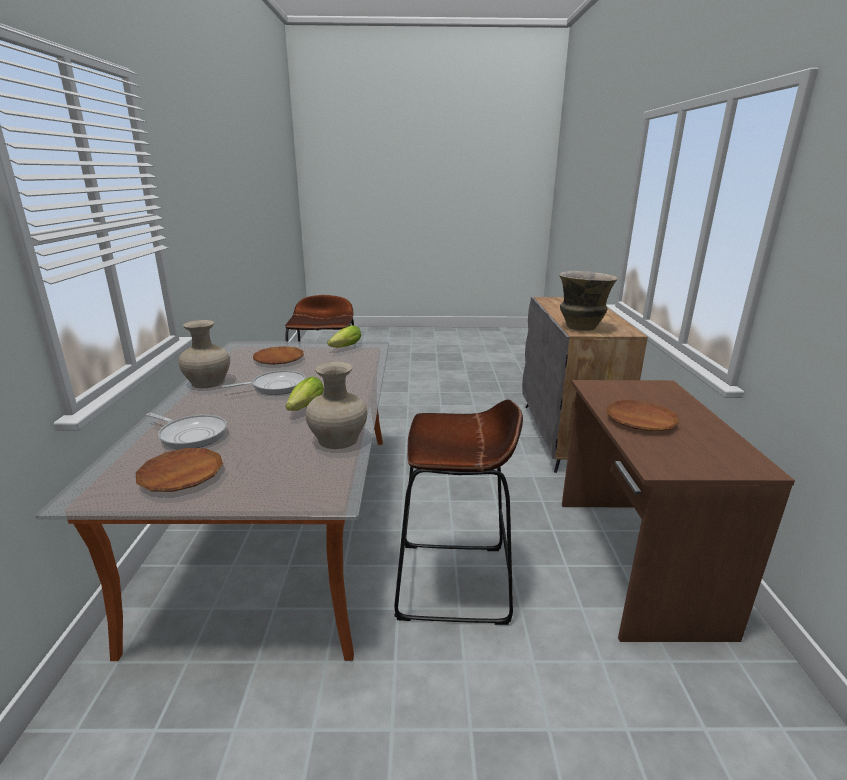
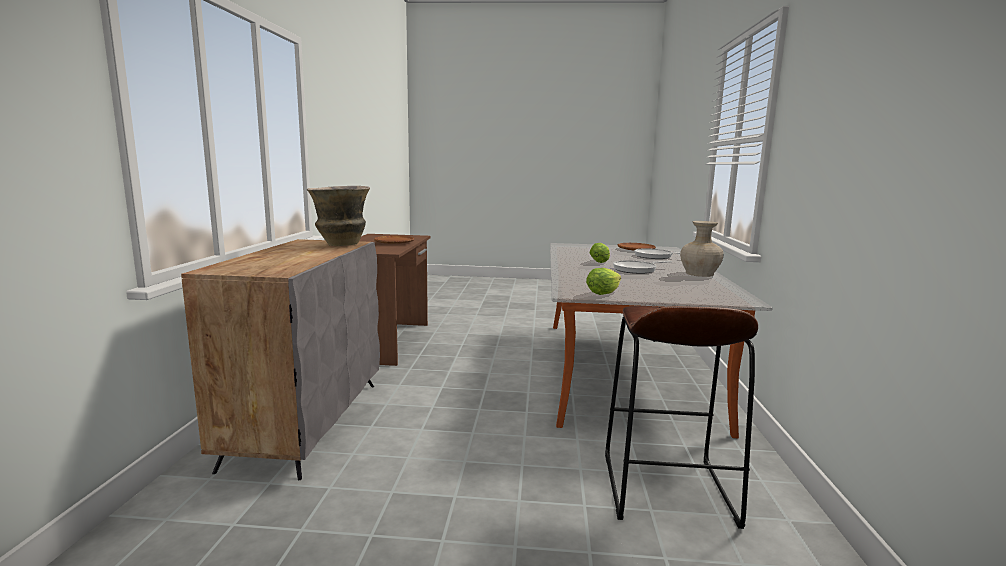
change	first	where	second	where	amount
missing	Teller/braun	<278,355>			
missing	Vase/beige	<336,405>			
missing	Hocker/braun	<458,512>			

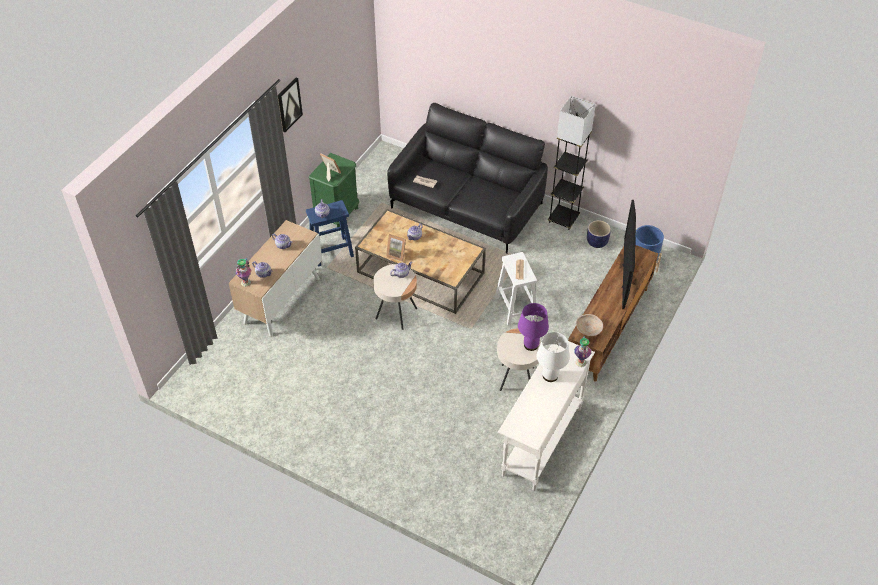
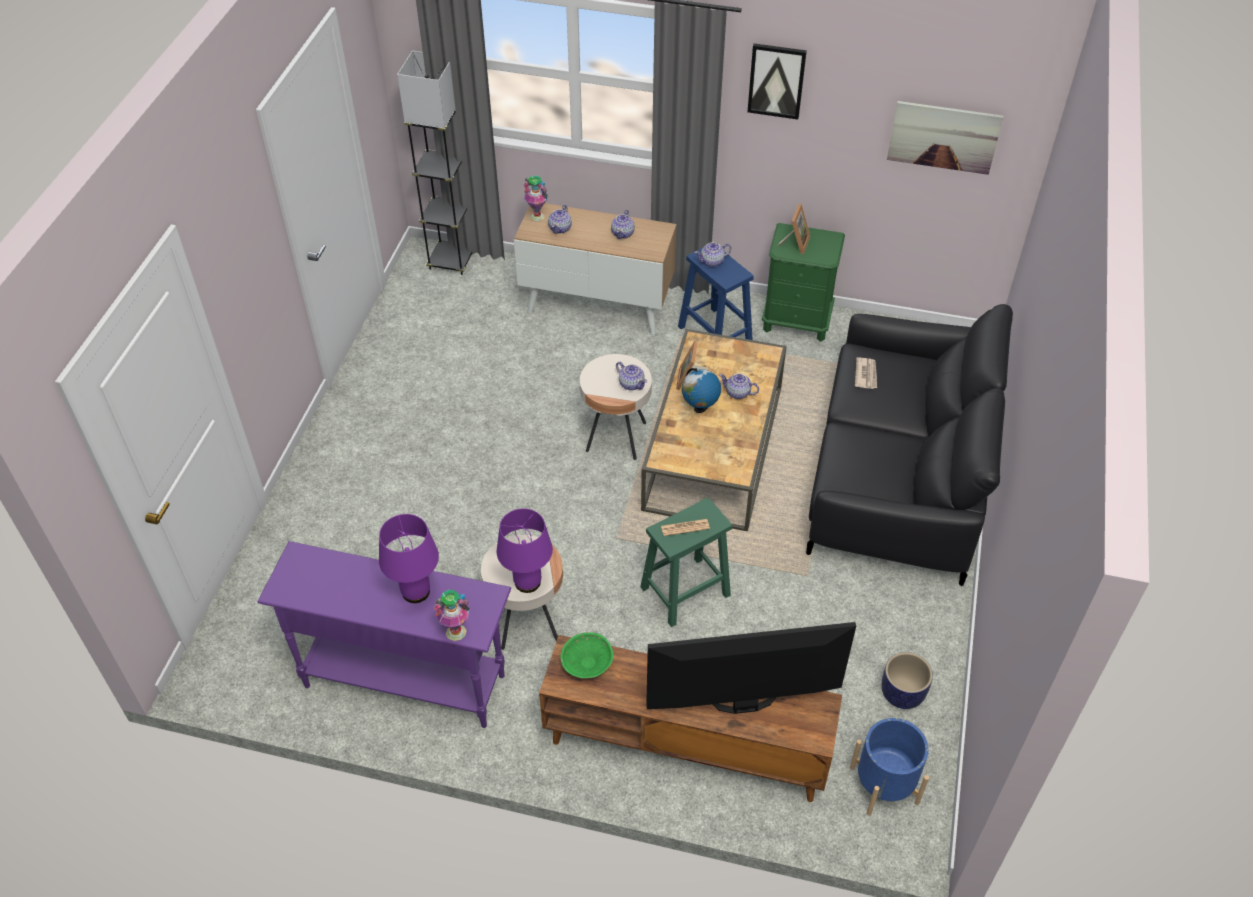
change	first	where	second	where	amount
appeared			Globus	<701,390>	
appeared			Bild	<945,138>	
relocated	Stehlampe/grau	<572,163>		<434,163>	
colour	Hocker/weiß	<516,288>	Hocker/grün	<686,562>	
colour	Konsolentisch/weiß	<546,416>	Konsolentisch/lila	<384,634>	
colour	Tischlampe/weiß	<553,357>	Tischlampe/lila	<409,558>	
colour	Schüssel/beige	<589,325>	Schüssel/grün	<587,655>	

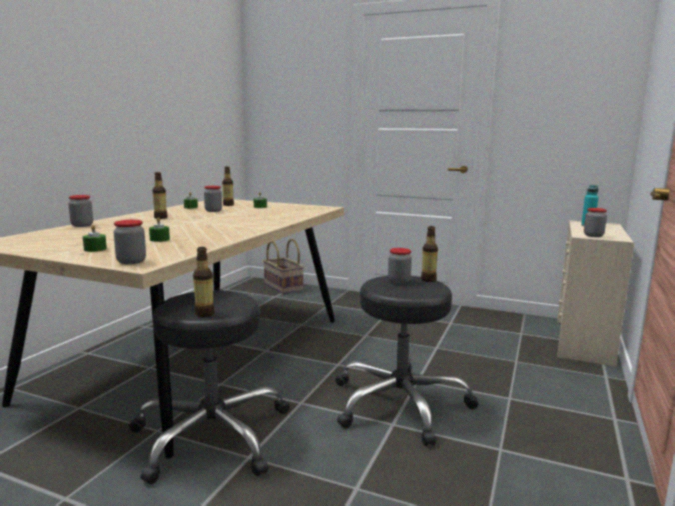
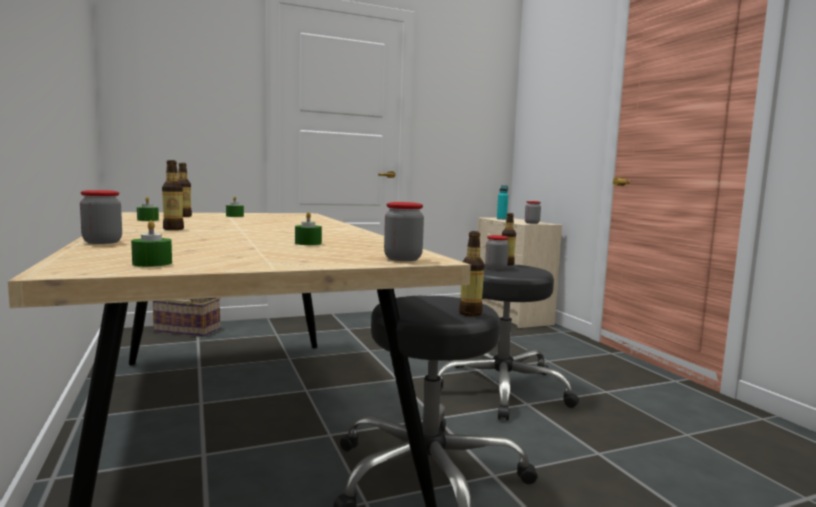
change	first	where	second	where	amount
missing	Vorratsglas	<213,199>			
relocated	Kerze/grün	<95,238>		<151,243>	

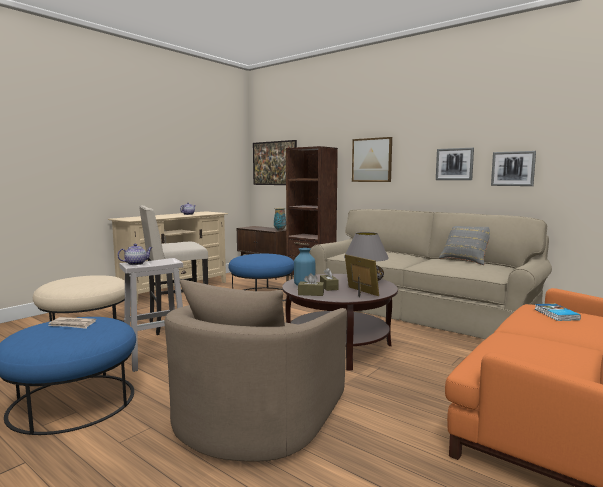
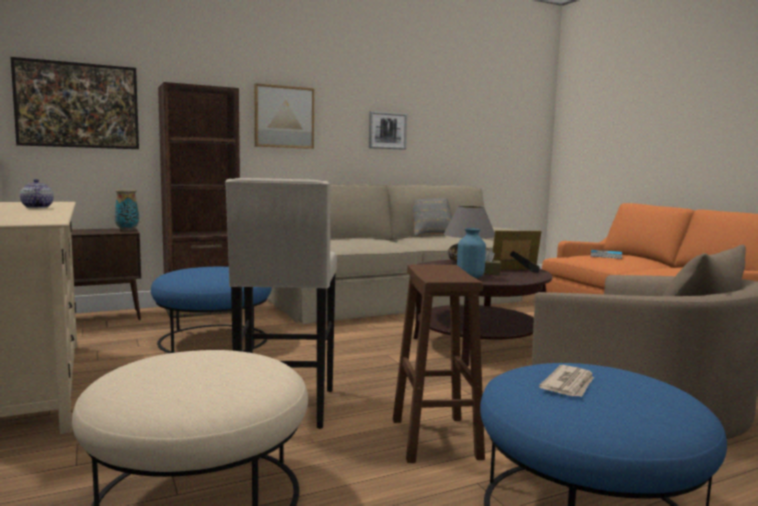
change	first	where	second	where	amount
missing	Teekanne	<135,254>			
missing	Taschentuchbox/braun	<311,284>			
missing	Bild	<513,168>			
colour	Hocker/weiß	<151,315>	Hocker/braun	<439,364>	

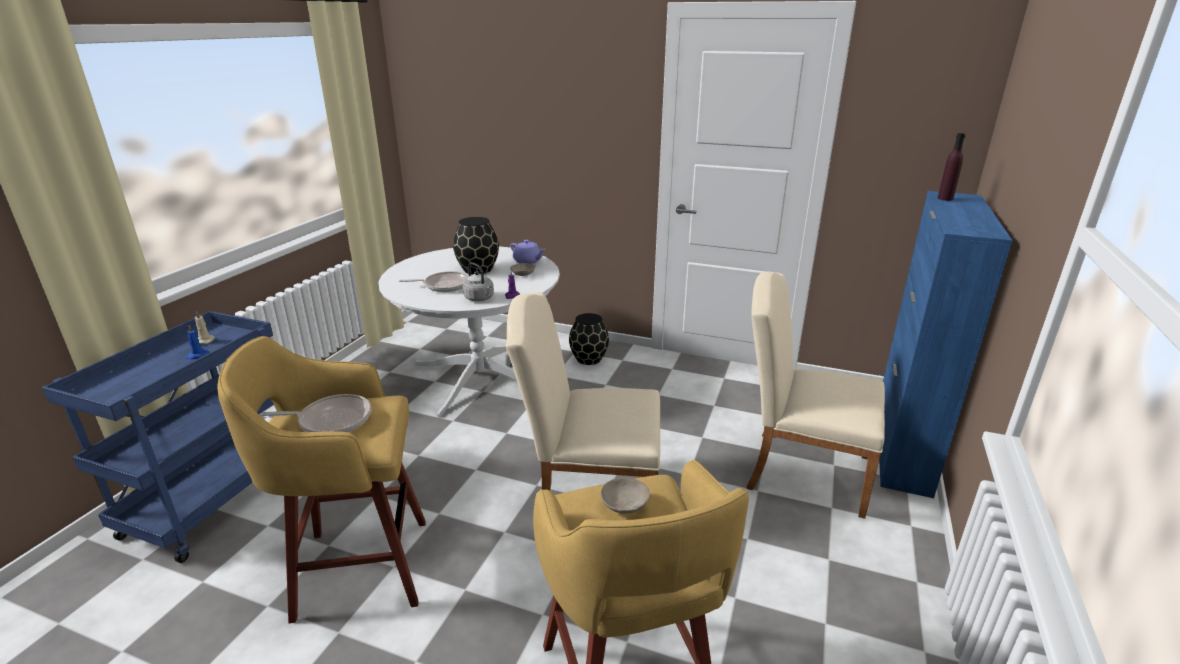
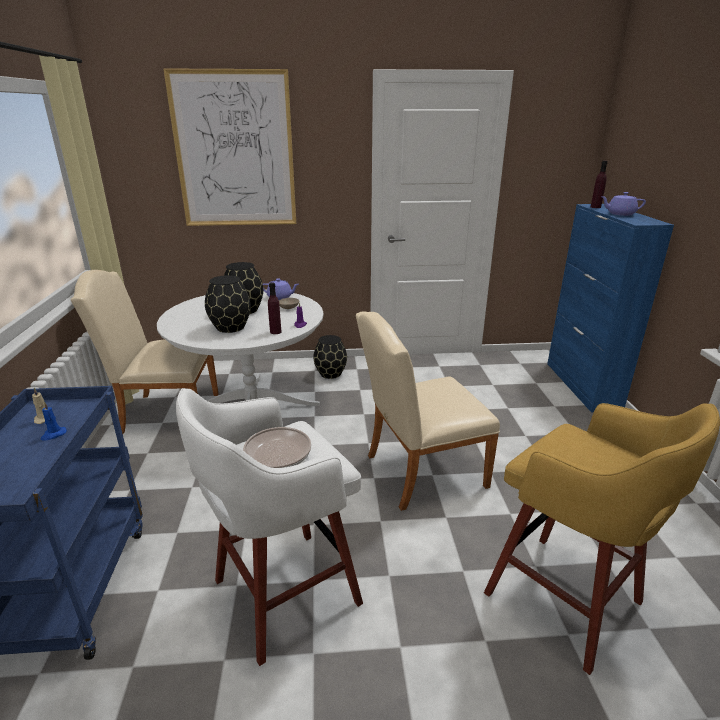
change	first	where	second	where	amount
missing	Schüssel/beige	<625,495>			
appeared			Bild	<229,147>	
appeared			Teekanne/lila	<623,204>	
relocated	Stuhl/beige	<815,395>		<145,352>	
exchanged	Pfanne	<434,281>	Vase/schwarz	<228,304>	
exchanged	Wasserkessel/grau	<478,281>	Flasche/lila	<275,308>	
colour	Hocker/gelb	<321,479>	Hocker/weiß	<269,527>	

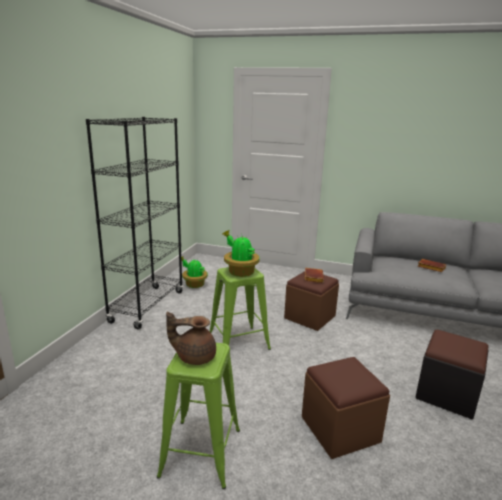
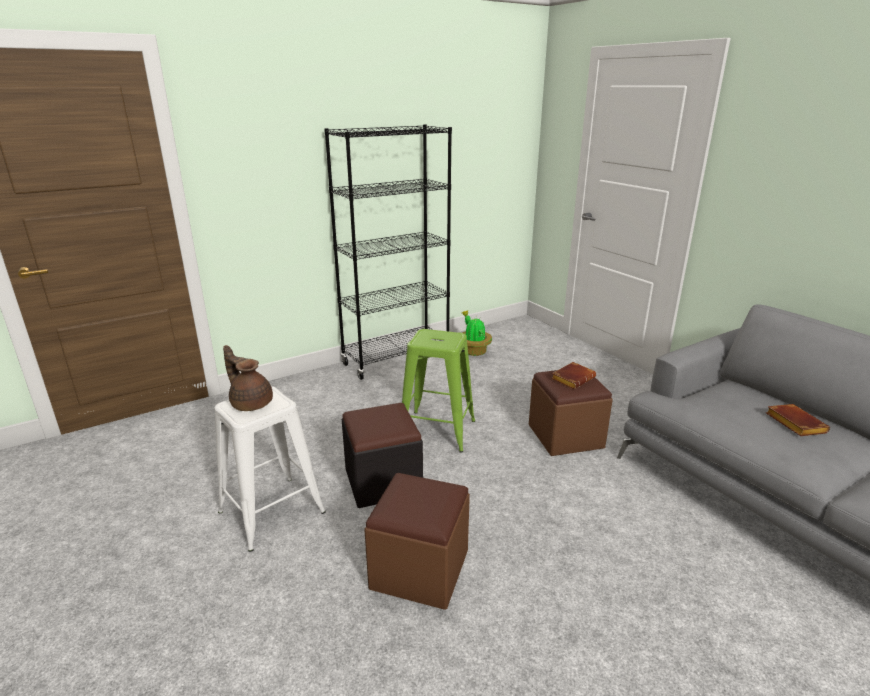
change	first	where	second	where	amount
missing	Topfpflanze	<241,253>			
relocated	Polsterhocker/schwarz	<452,374>		<382,455>	
colour	Hocker/grün	<198,416>	Hocker/weiß	<270,469>	

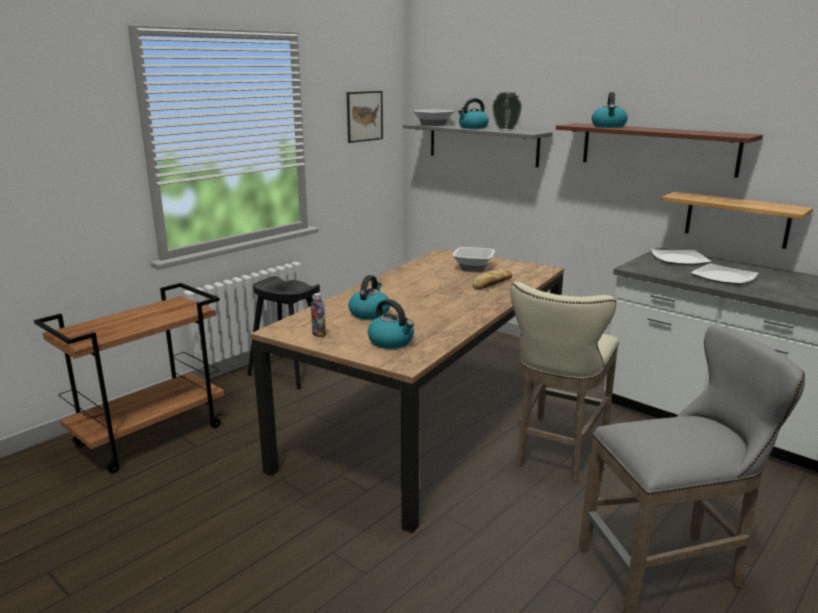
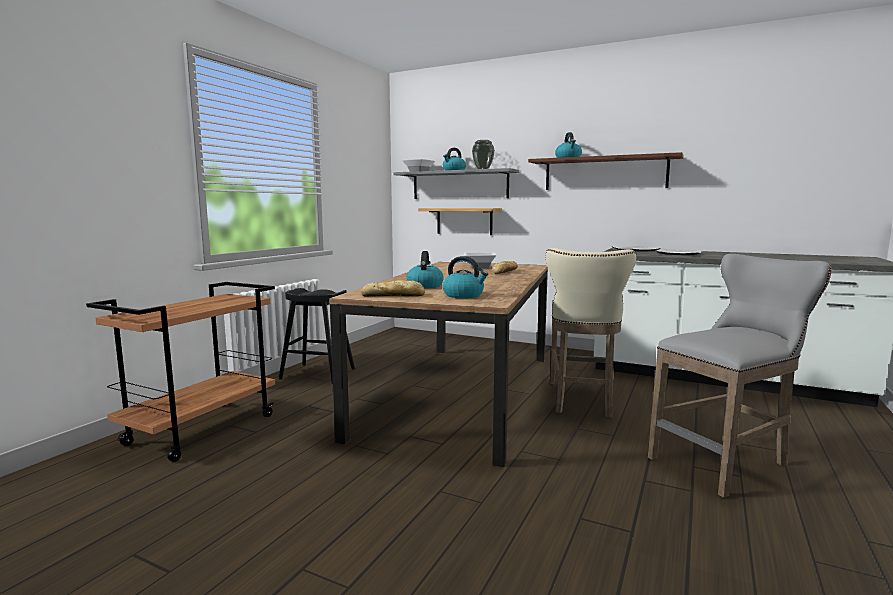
change	first	where	second	where	amount
missing	Bild	<365,117>			
relocated	Wandregal	<737,220>		<460,221>	
exchanged	Flasche	<318,315>	Brot	<393,288>	

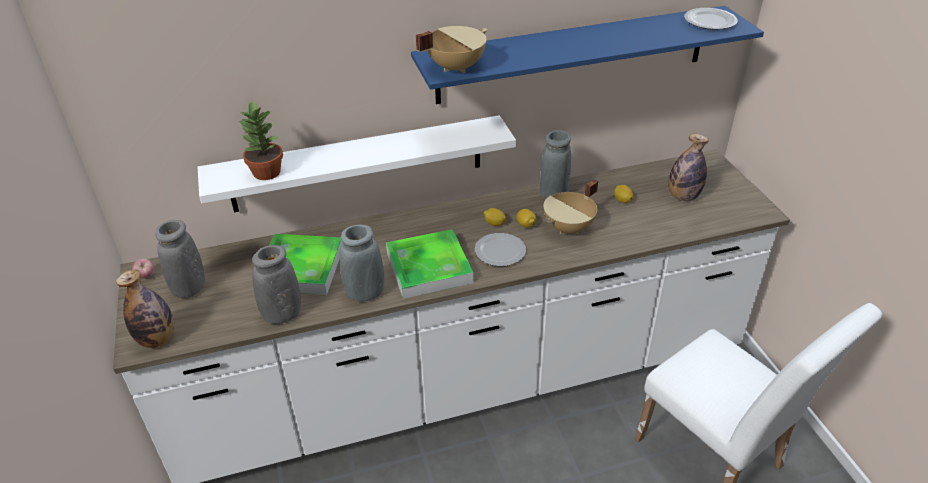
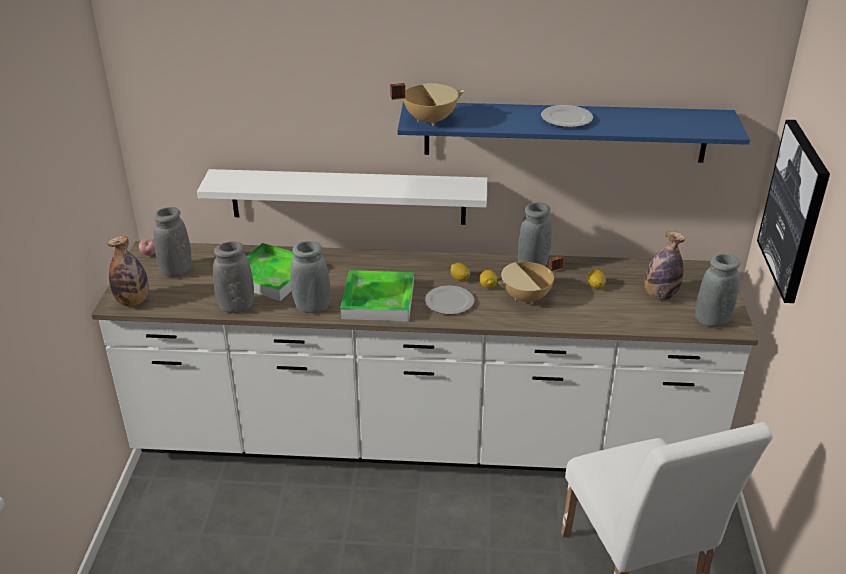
change	first	where	second	where	amount
missing	Topfpflanze	<260,140>			
appeared			Vase/grau	<717,290>	
appeared			Bild	<793,211>	
relocated	Teller	<711,19>		<567,116>	

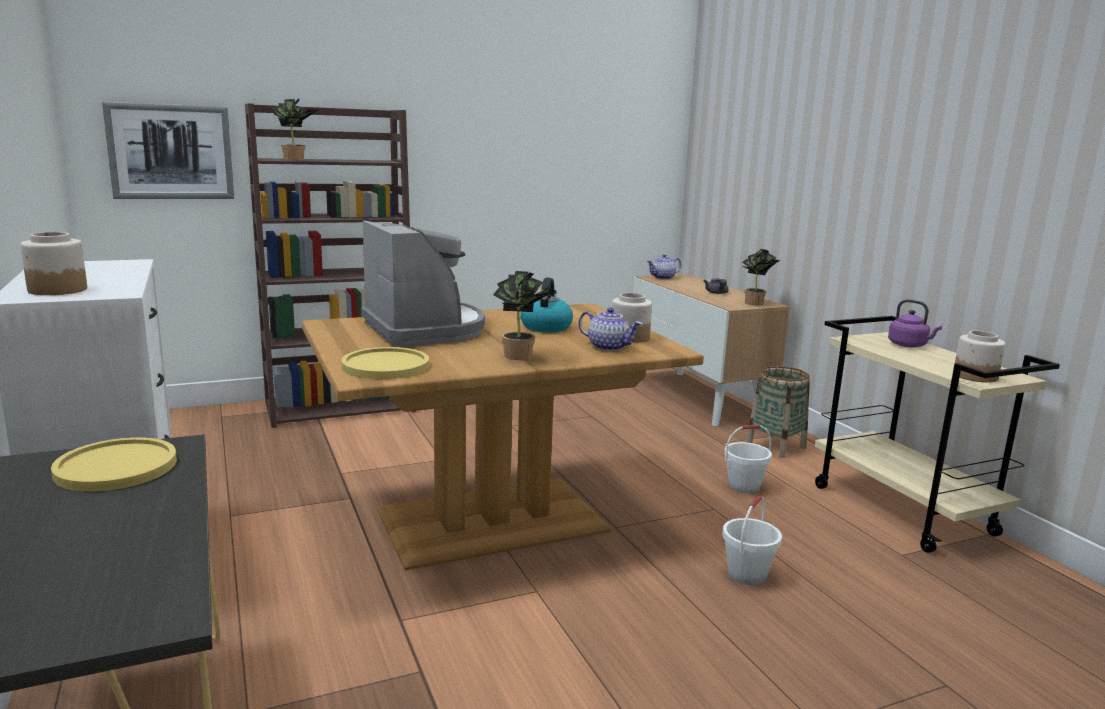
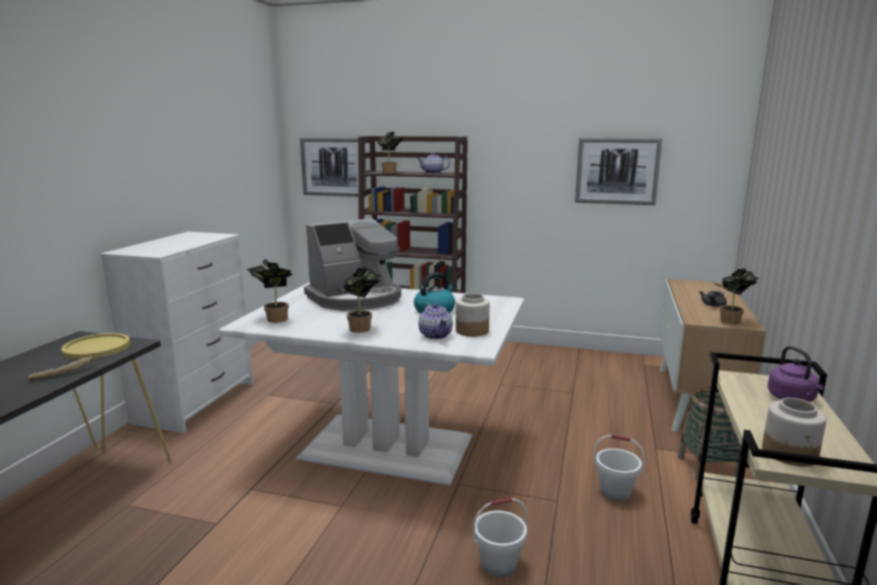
change	first	where	second	where	amount
missing	Vorratsglas	<53,263>			
appeared			Brot	<60,368>	
appeared			Bild	<619,171>	
relocated	Teekanne	<664,266>		<434,163>	
exchanged	Teller/gelb	<385,363>	Topfpflanze	<270,291>	
colour	Esstisch/braun	<503,436>	Esstisch/weiß	<371,384>	
spun	Kaffeemaschine	<423,283>		<352,264>	45 degrees clockwise

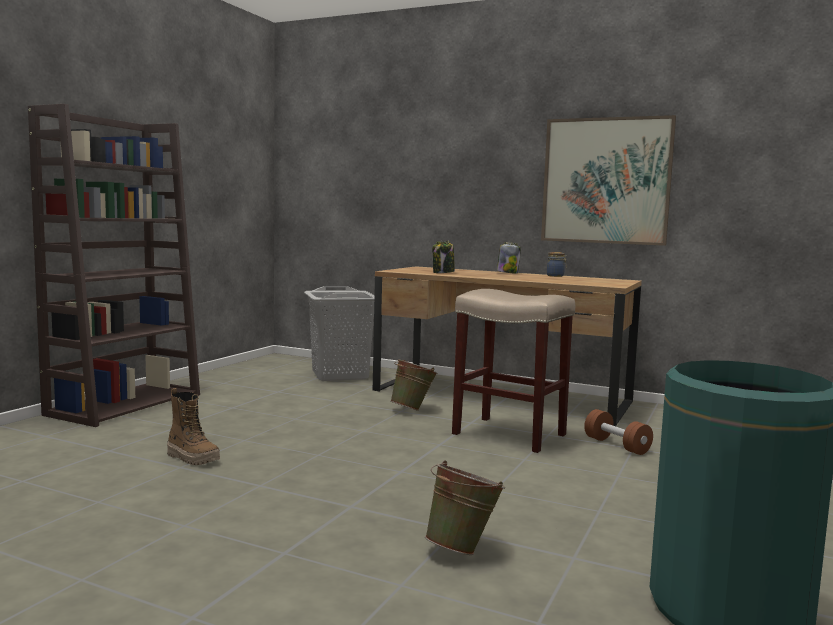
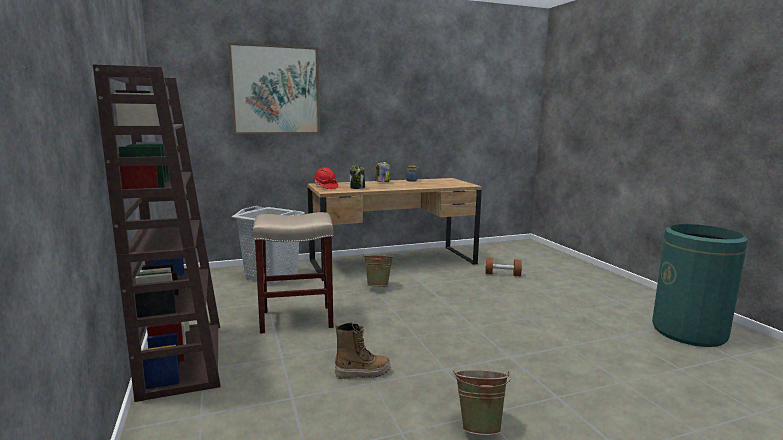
change	first	where	second	where	amount
appeared			Schutzhelm/rot	<325,178>	
relocated	Eimer/grün	<465,507>		<482,402>	
relocated	Hocker/beige	<513,371>		<293,273>	
relocated	Bild	<608,180>		<274,88>	

